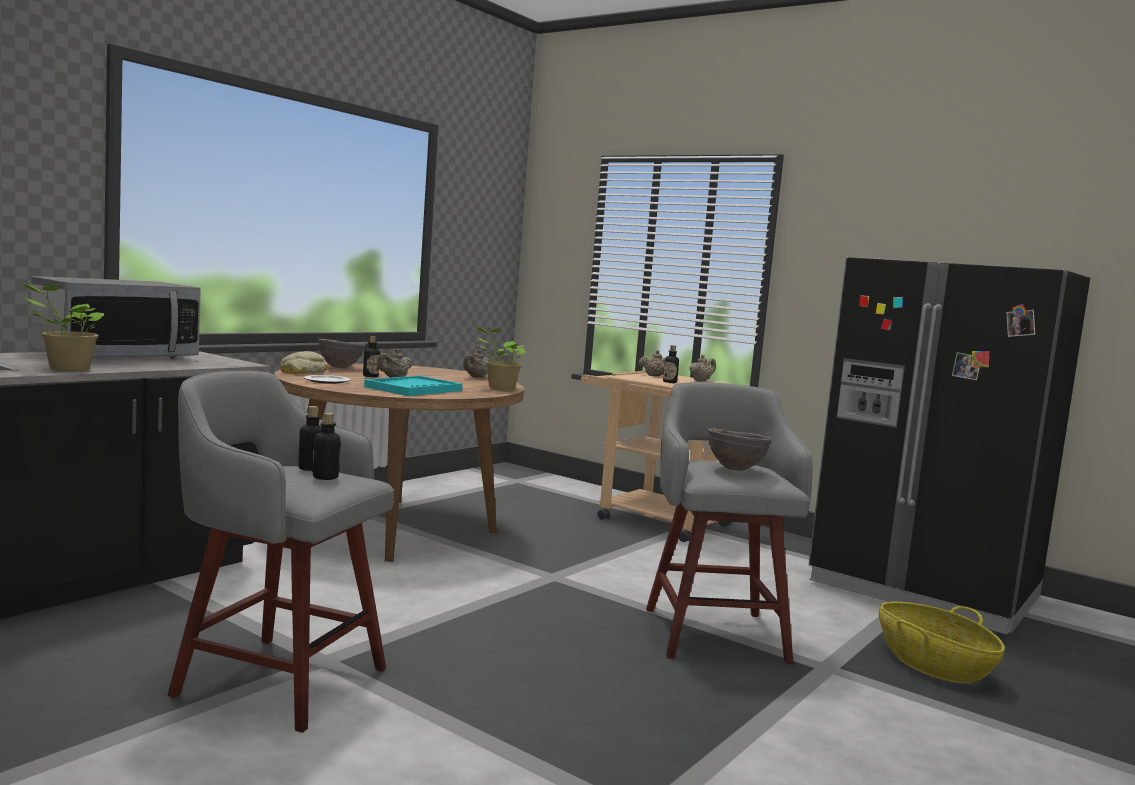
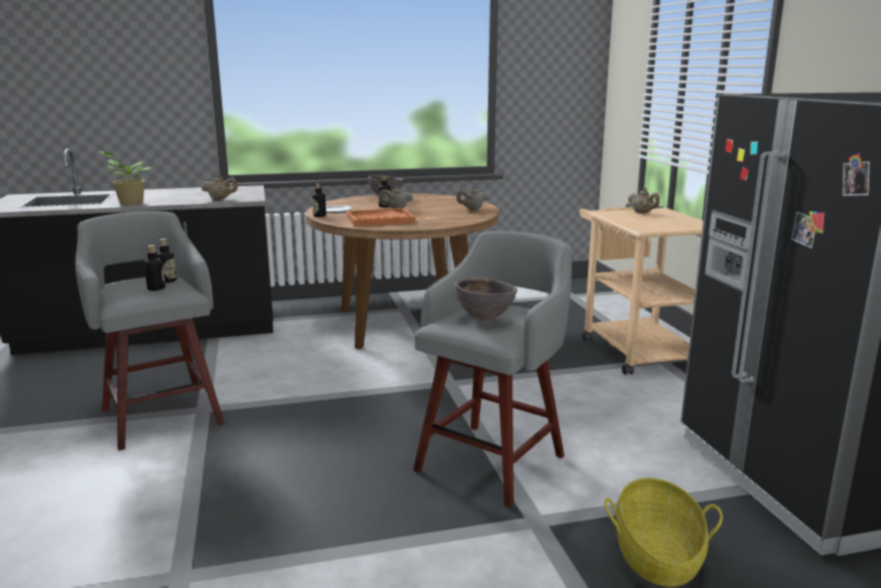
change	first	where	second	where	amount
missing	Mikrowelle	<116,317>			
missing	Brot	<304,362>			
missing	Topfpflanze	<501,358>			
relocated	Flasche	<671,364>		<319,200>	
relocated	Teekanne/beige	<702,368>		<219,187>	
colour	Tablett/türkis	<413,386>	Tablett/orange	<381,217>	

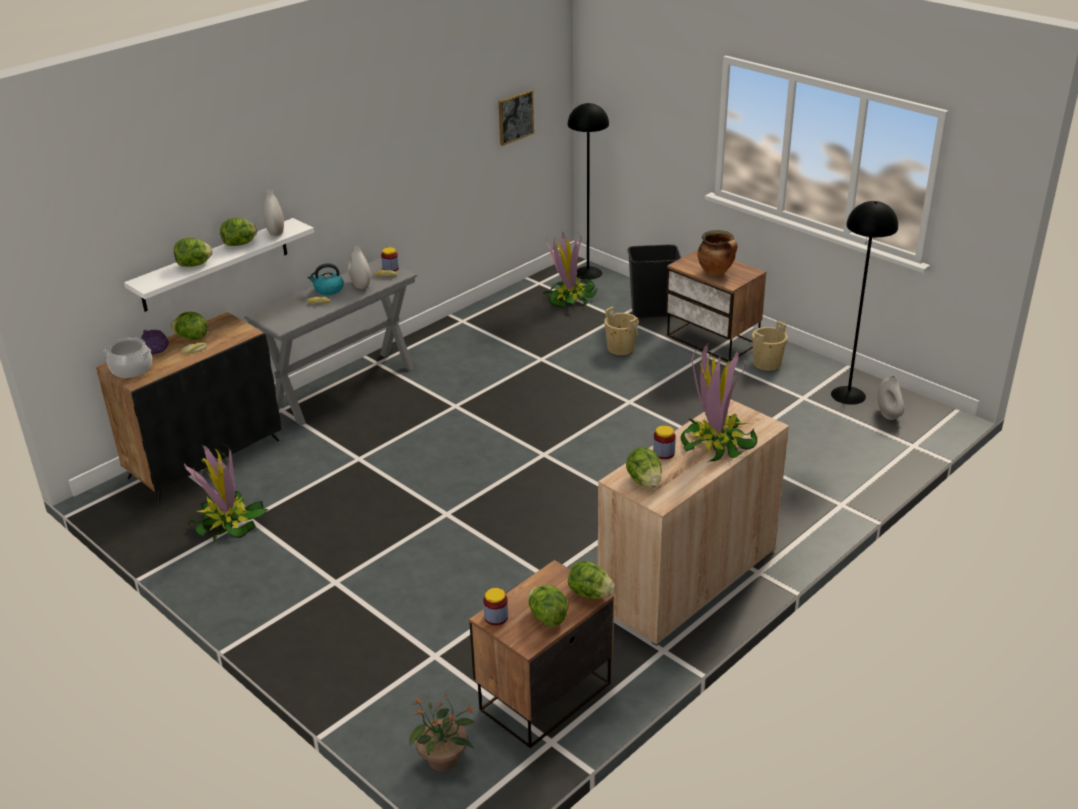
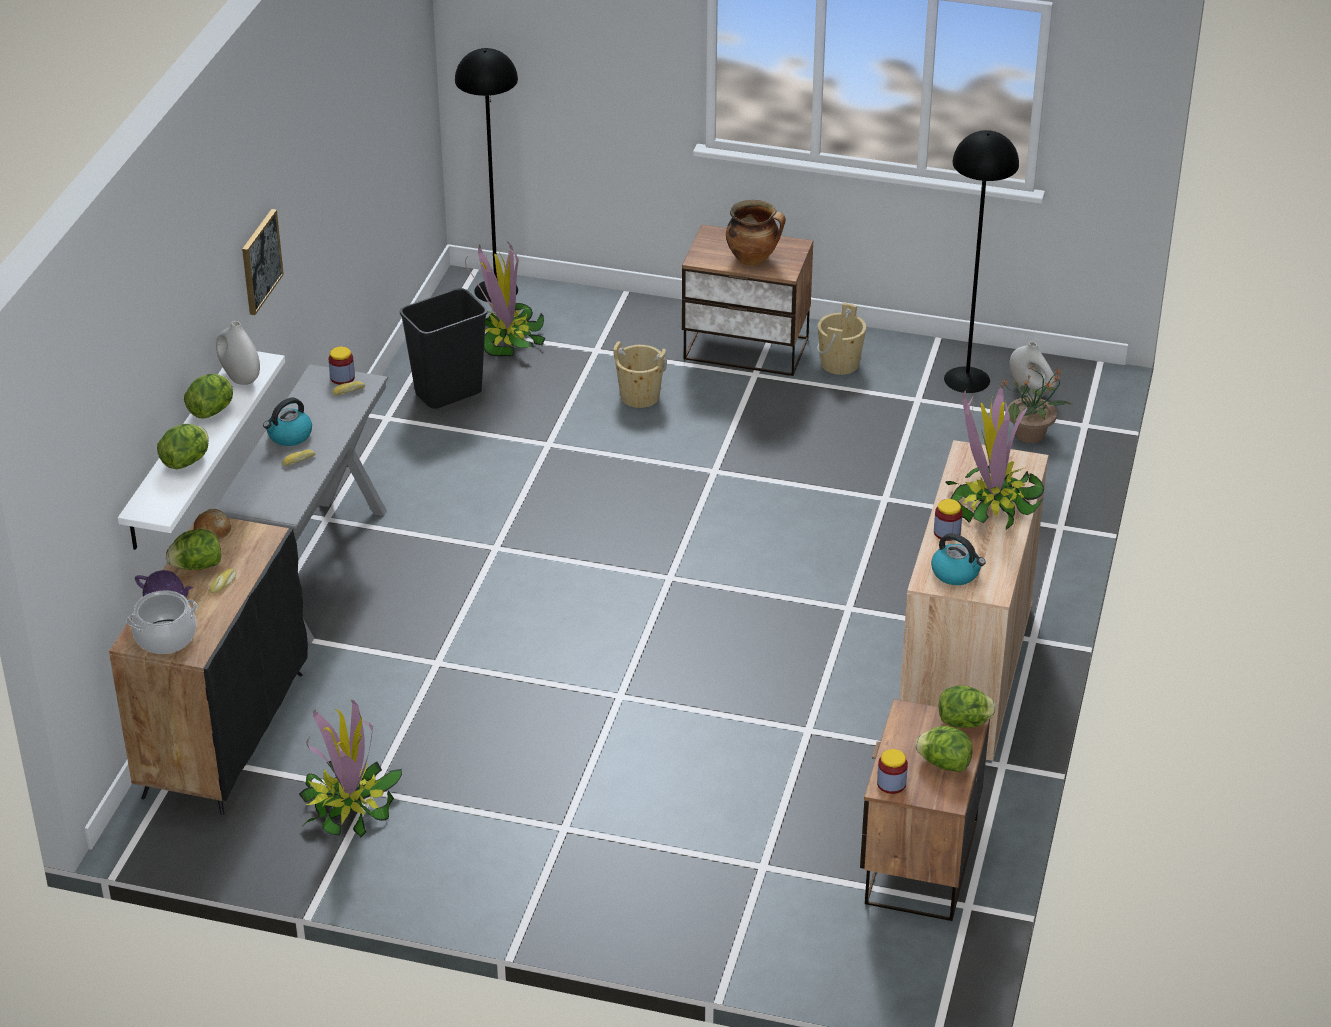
change	first	where	second	where	amount
missing	Vase/weiß	<359,267>			
appeared			Brot	<212,523>	
relocated	Topfpflanze	<442,732>		<1037,404>	
relocated	Bild	<516,118>		<263,262>	
relocated	Mülleimer/schwarz	<654,281>		<444,348>	
exchanged	Salatkopf	<644,467>	Wasserkessel	<958,559>	

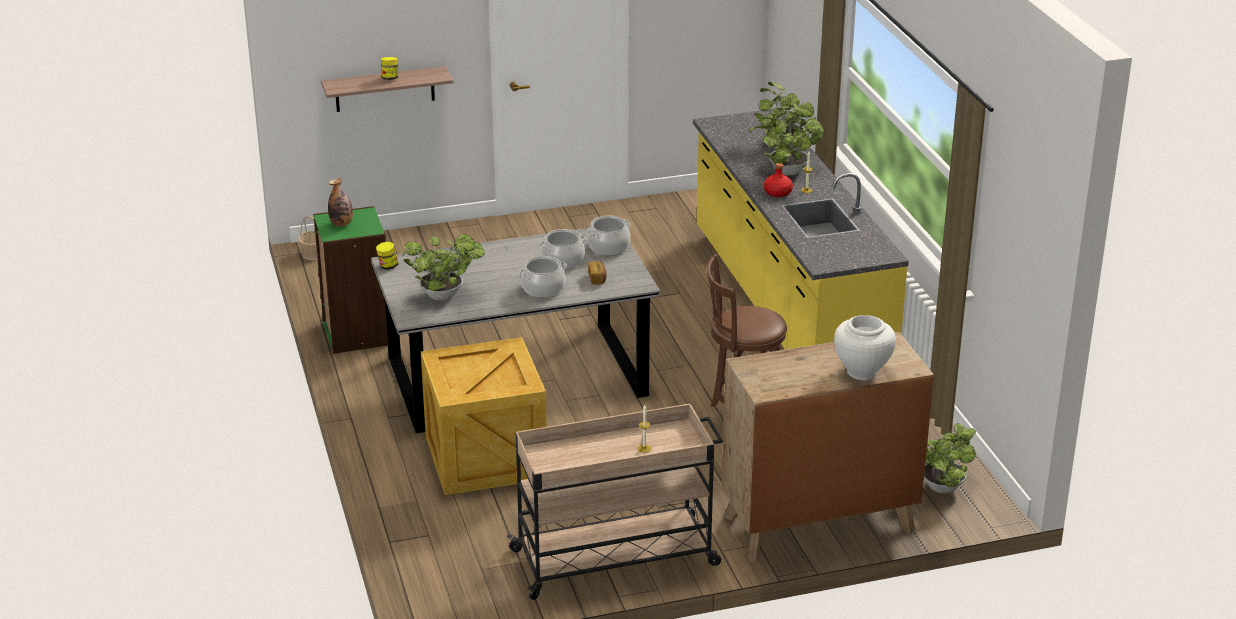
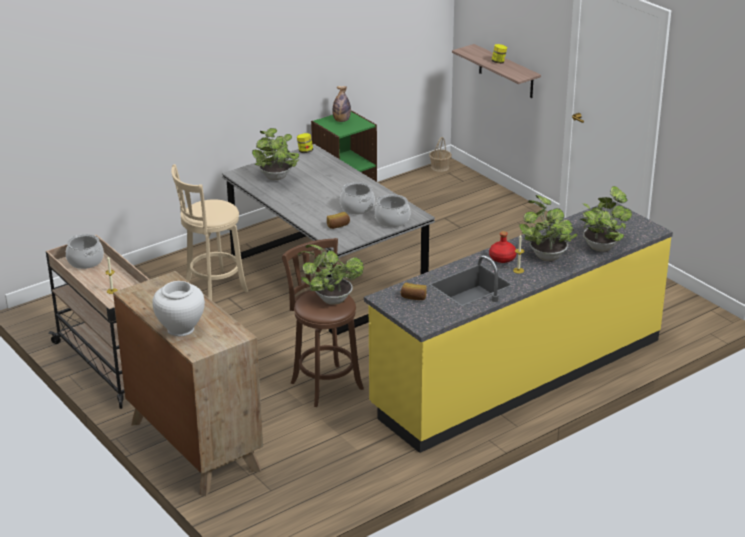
change	first	where	second	where	amount
appeared			Brot	<414,291>	
relocated	Kochtopf	<543,276>		<85,251>	
relocated	Topfpflanze	<950,458>		<330,275>	
exchanged	Kiste	<484,416>	Hocker/beige	<209,232>	

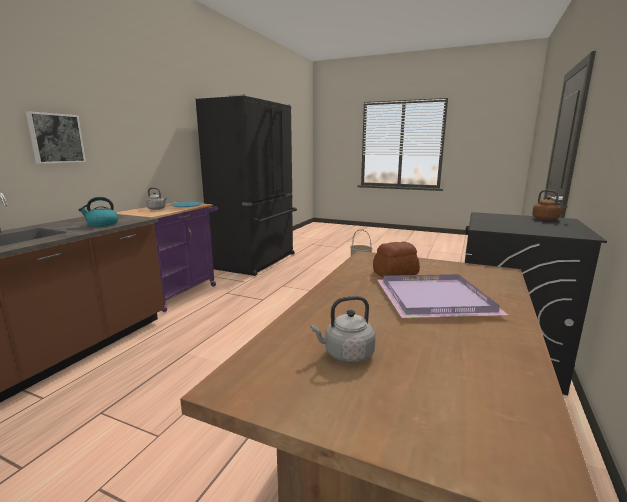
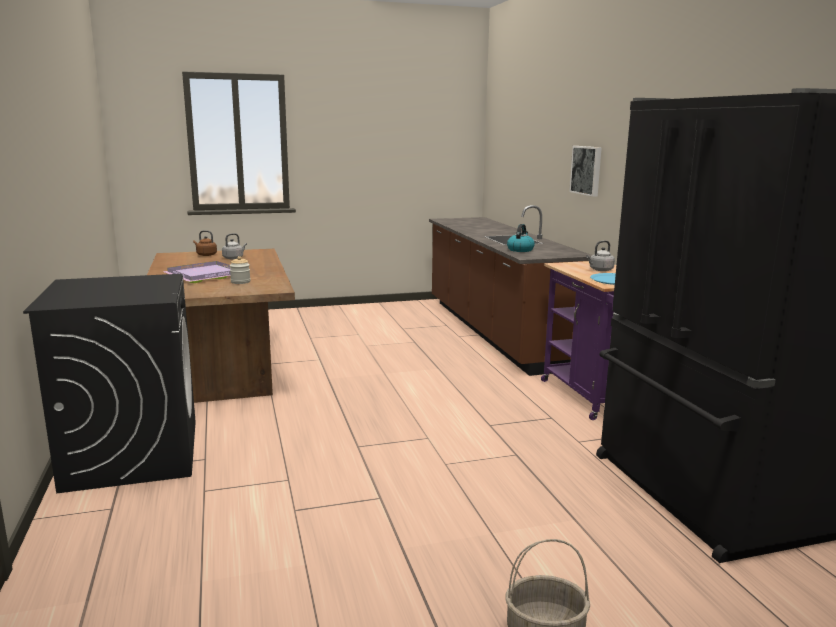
change	first	where	second	where	amount
relocated	Wasserkessel/braun	<549,205>		<205,243>	
exchanged	Brot	<396,259>	Vorratsglas	<240,270>	

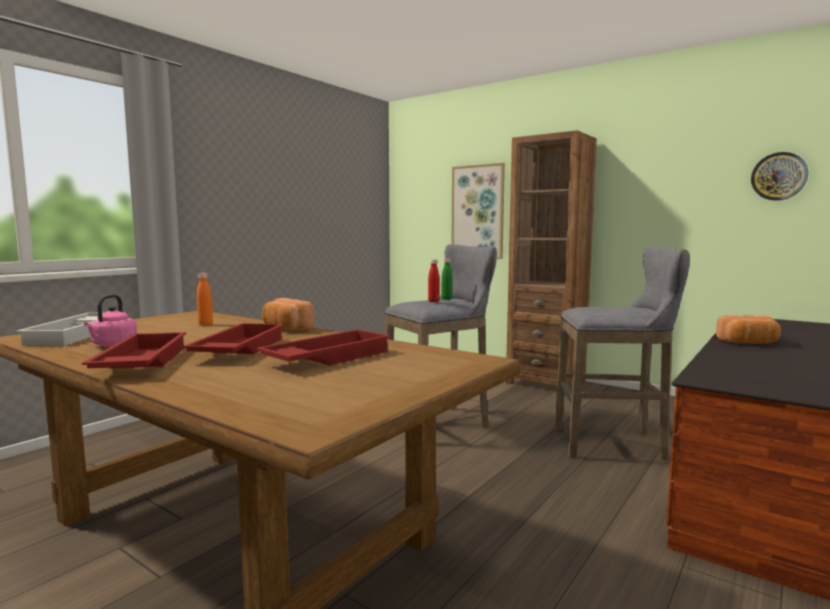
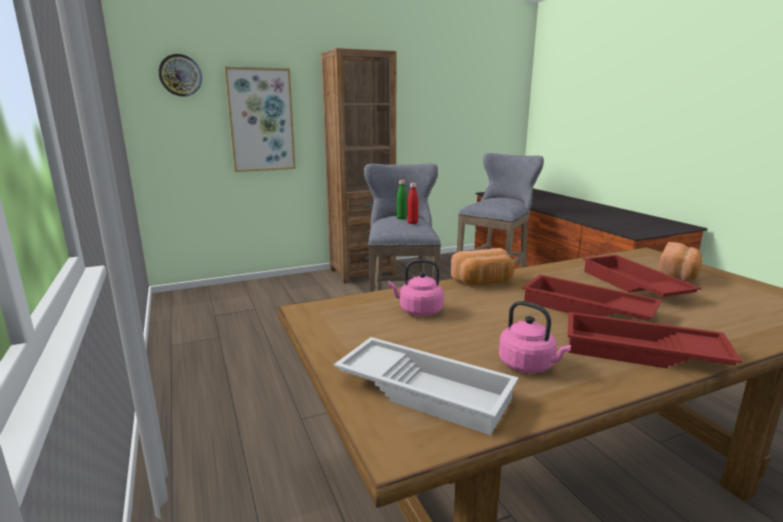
change	first	where	second	where	amount
relocated	Brot	<748,329>		<680,262>	
relocated	Wanduhr	<779,176>		<180,75>	
exchanged	Flasche/orange	<205,299>	Wasserkessel/rosa	<416,288>	

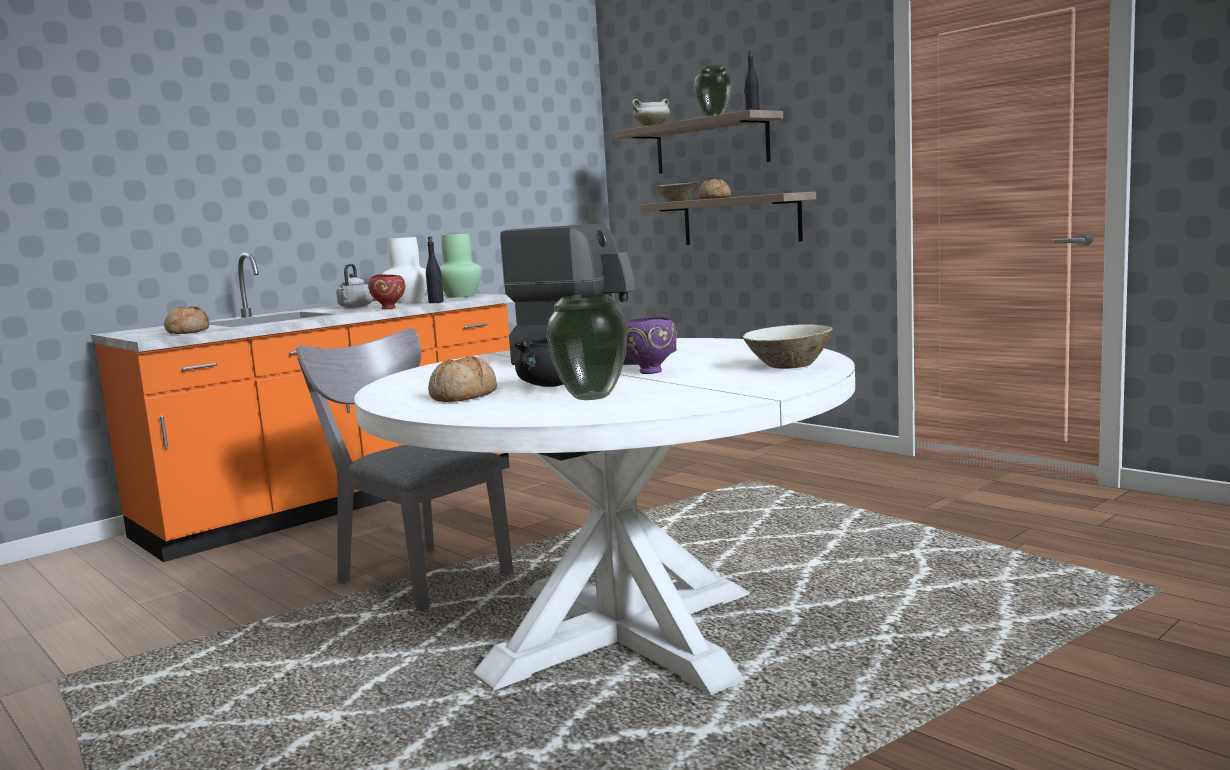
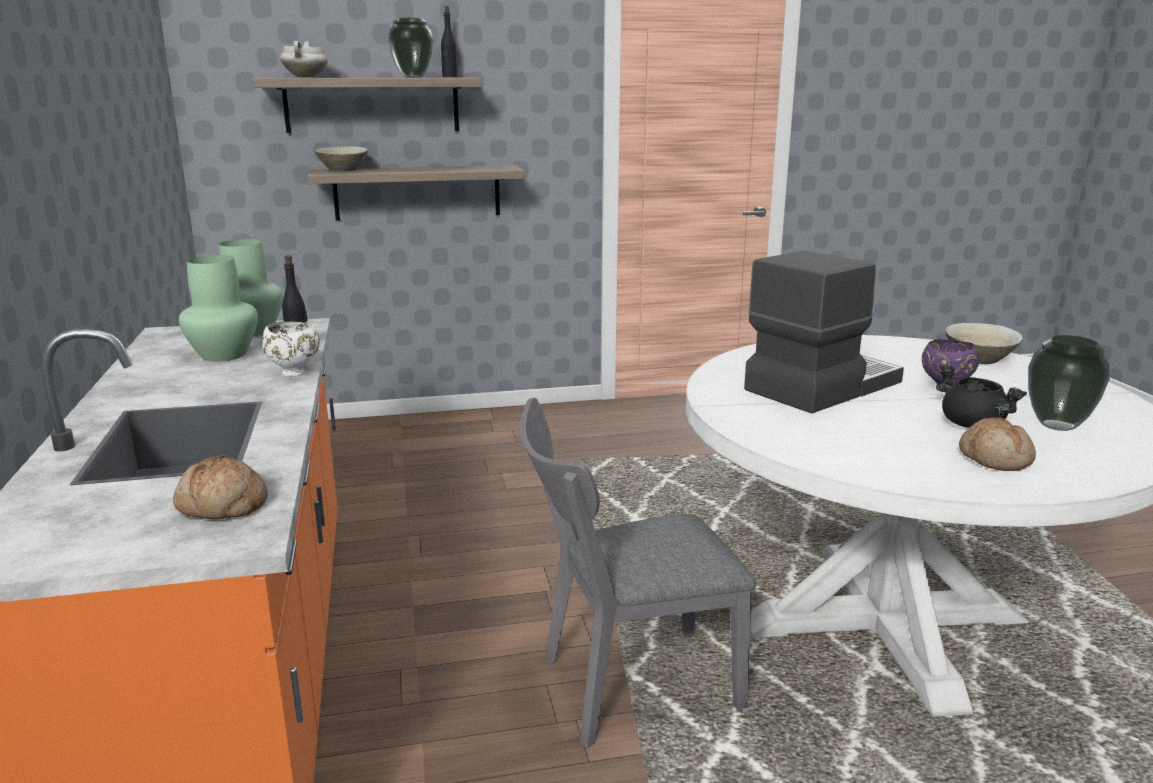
change	first	where	second	where	amount
missing	Wasserkessel/grau	<354,286>			
missing	Brot	<714,189>			
colour	Schüssel/rot	<386,291>	Schüssel/weiß	<290,349>	
colour	Vase/weiß	<404,270>	Vase/grün	<218,308>	

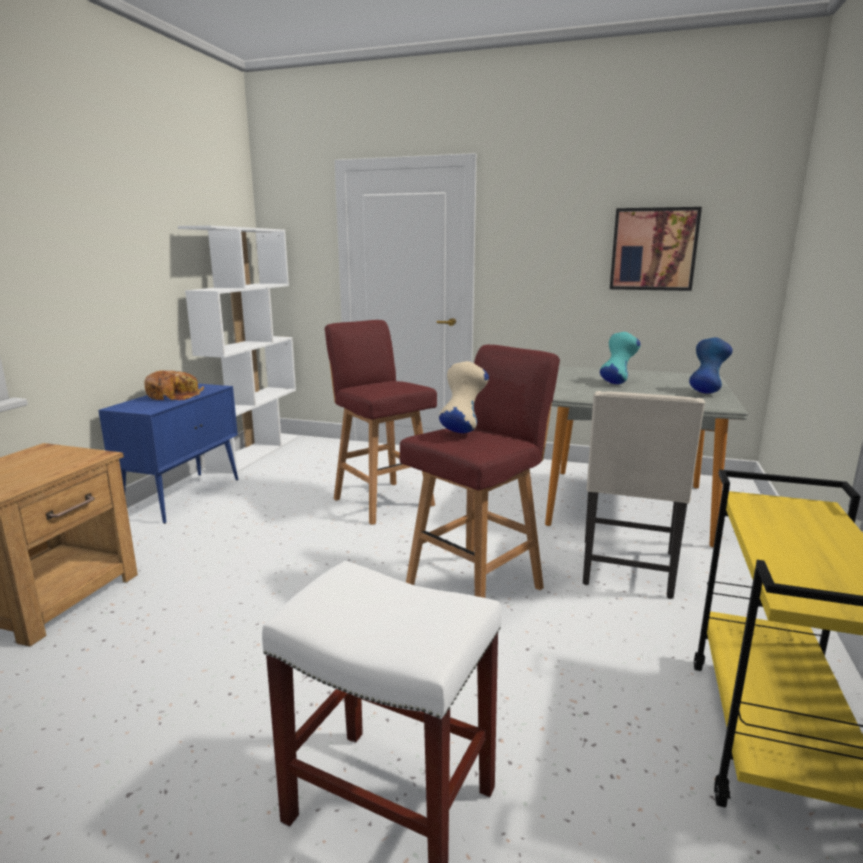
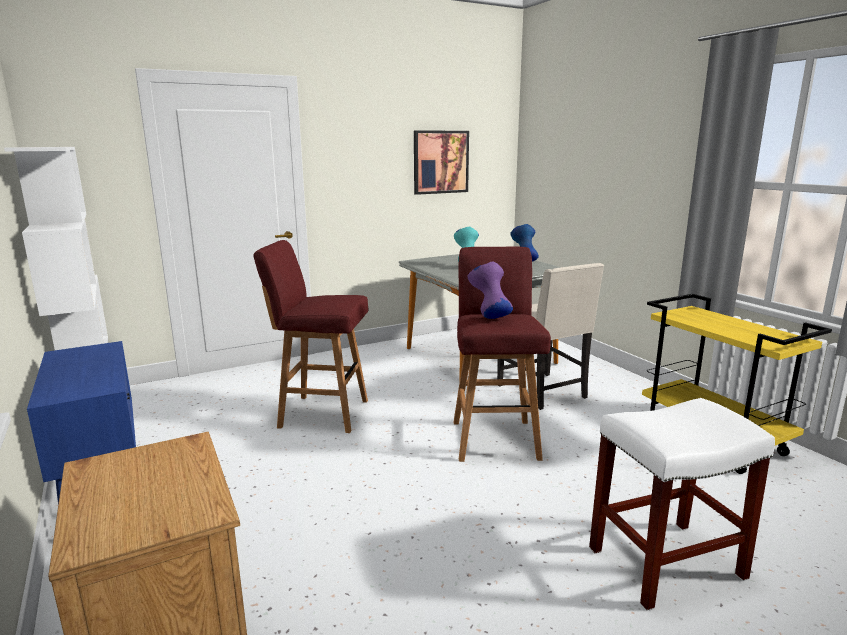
change	first	where	second	where	amount
missing	Brot	<174,385>			
colour	Vase/beige	<464,397>	Vase/lila	<490,290>	

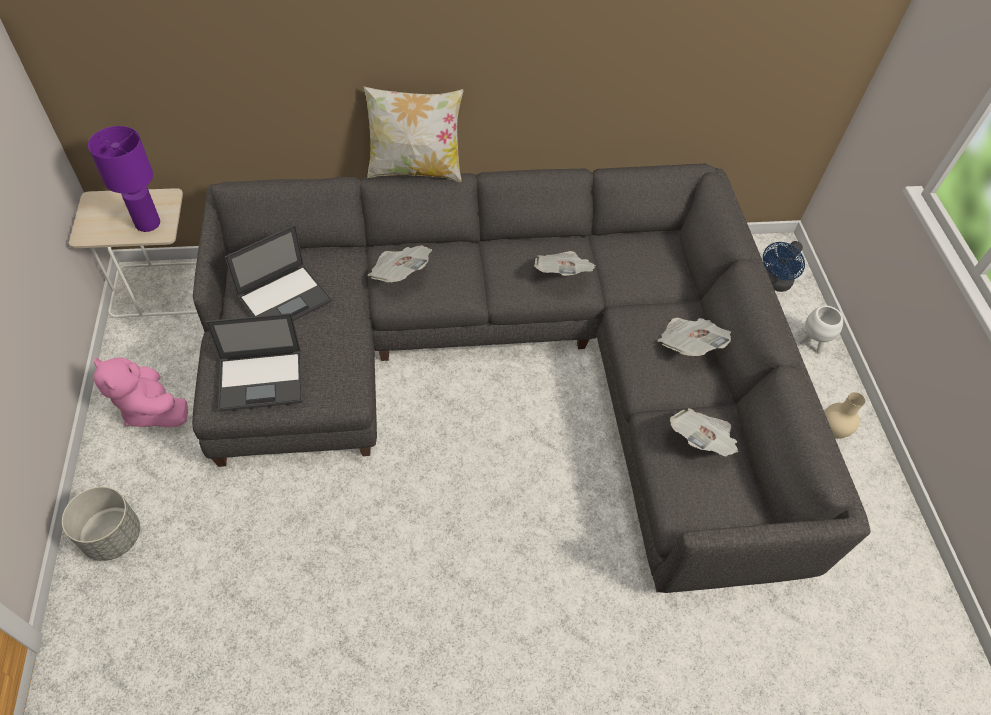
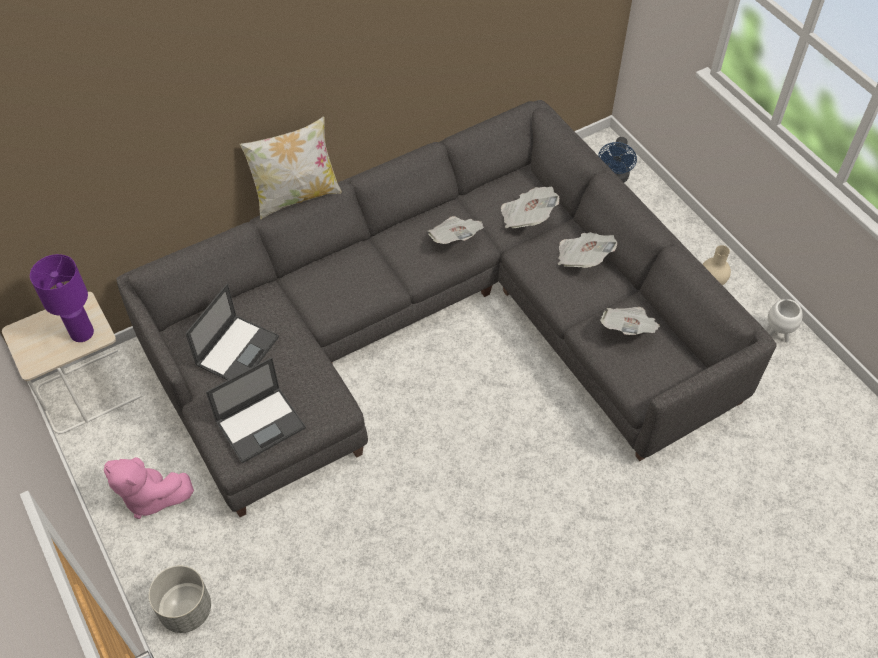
change	first	where	second	where	amount
relocated	Zeitung	<399,264>		<530,207>	
relocated	Pflanzkübel/weiß	<820,330>		<785,320>	

